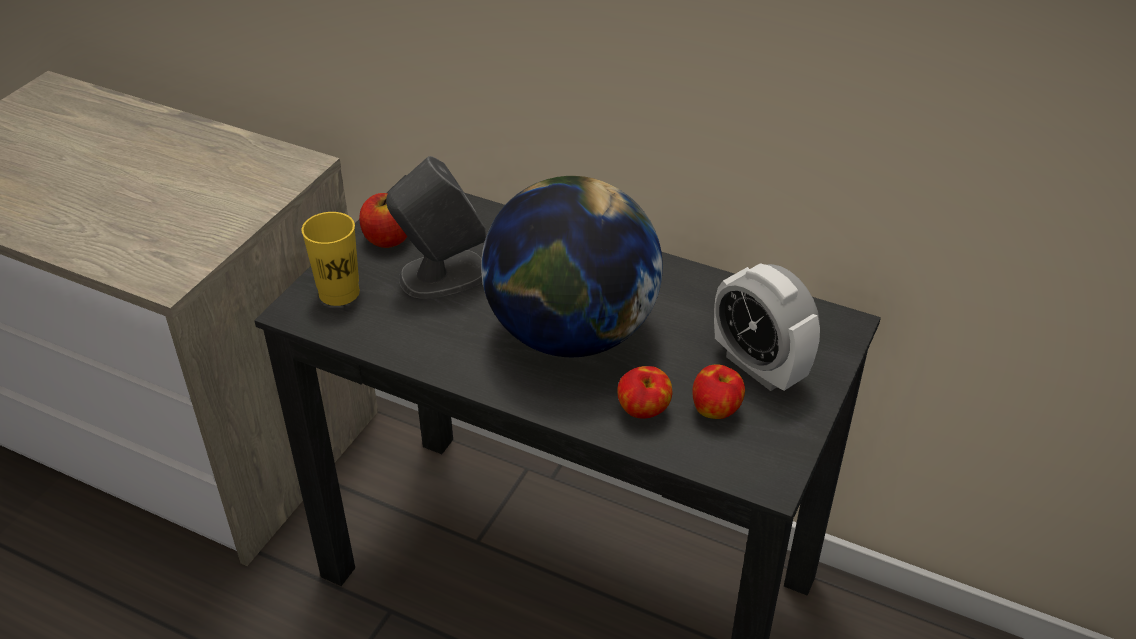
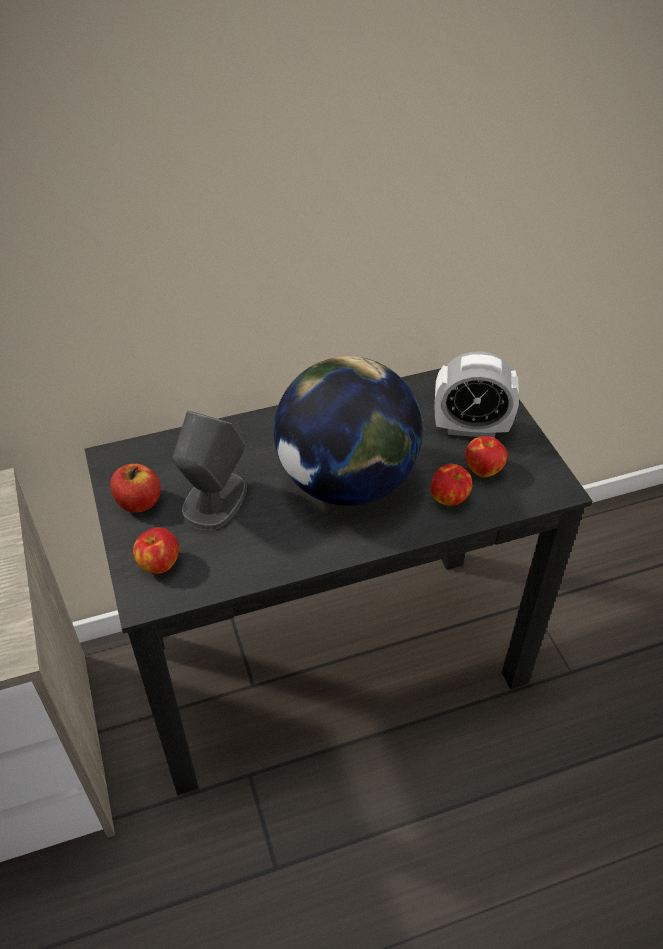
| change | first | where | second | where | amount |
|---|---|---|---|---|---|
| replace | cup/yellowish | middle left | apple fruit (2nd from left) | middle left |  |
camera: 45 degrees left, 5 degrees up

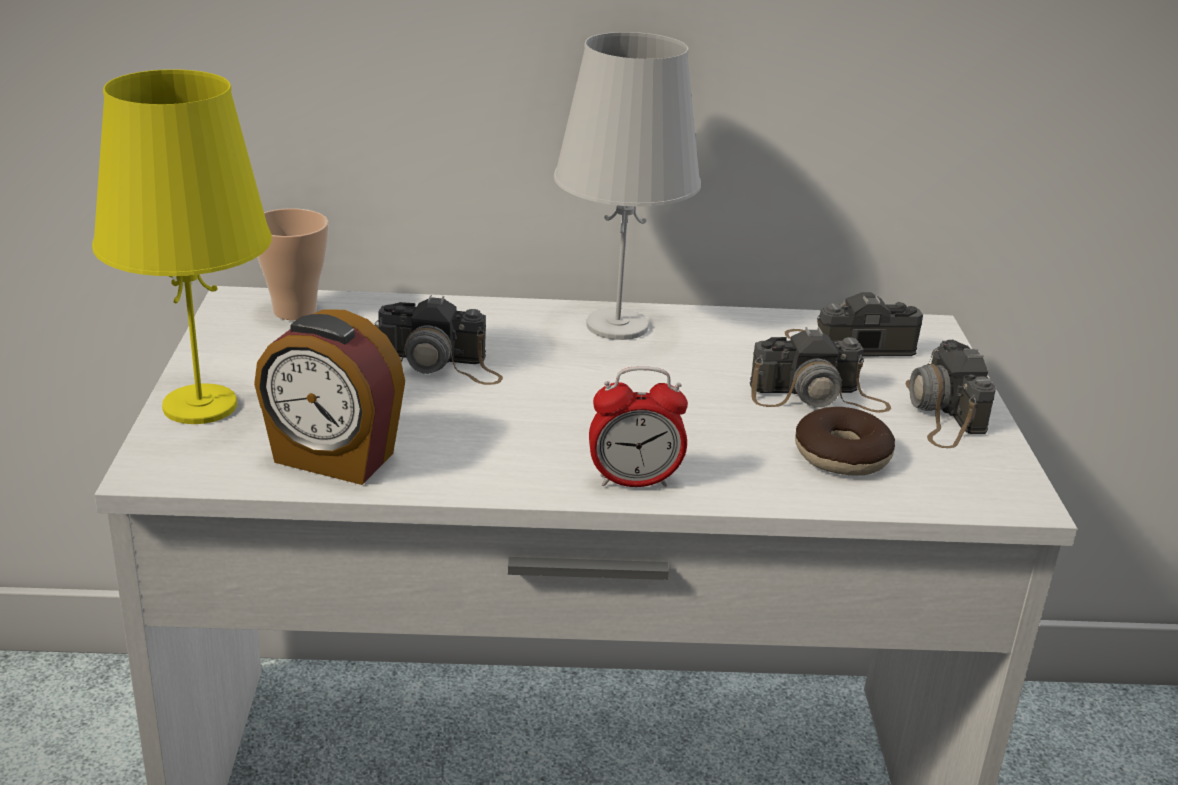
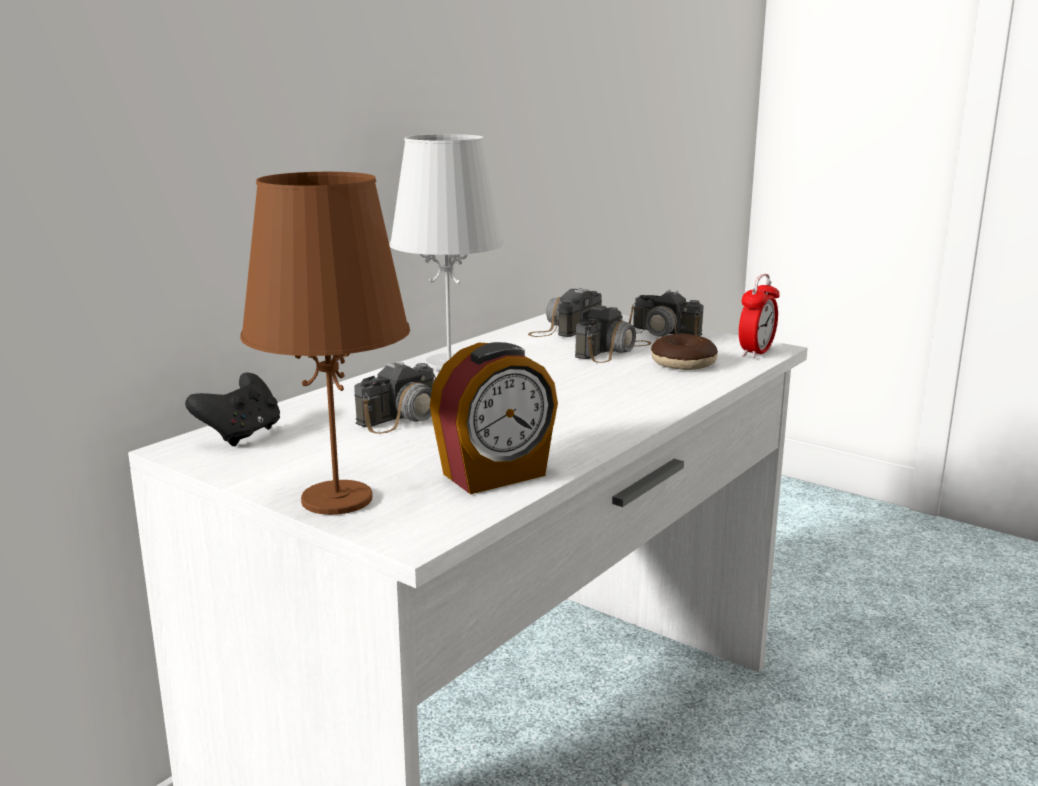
| change | first | where | second | where | amount |
|---|---|---|---|---|---|
| replace | cup | middle left | game controller/blackish | middle left |  |
| recolor | lamp for a table/yellowish | top left | lamp for a table/brown-coloured | middle left |  |
| move | bedside clock (2nd from left) | centre |  | middle right |  |
camera: 50 degrees left, 10 degrees down

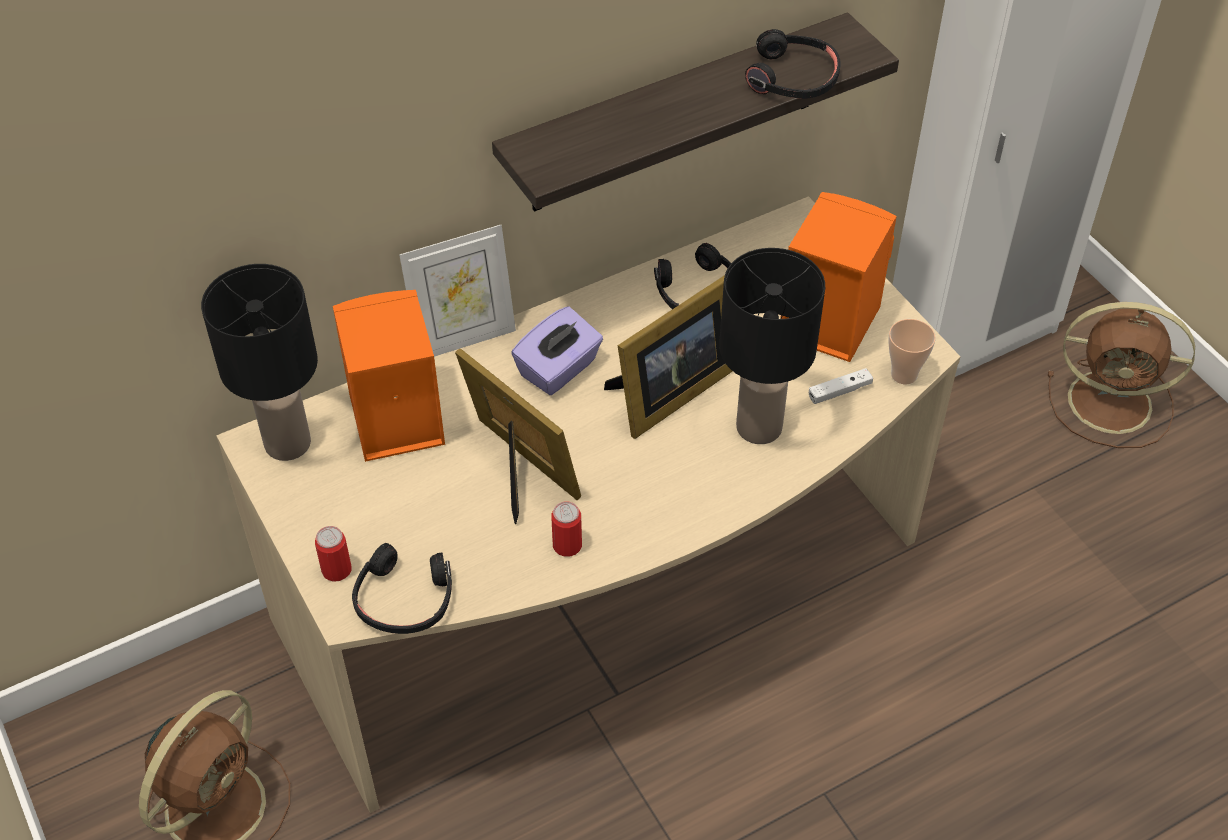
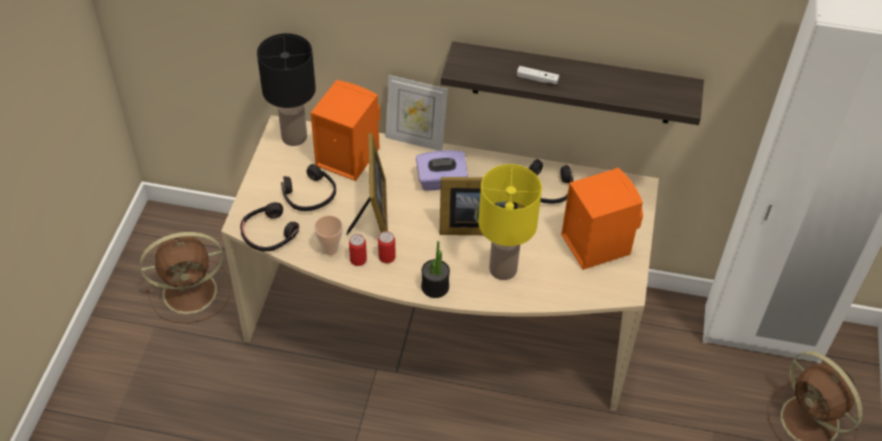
| change | first | where | second | where | amount |
|---|---|---|---|---|---|
| move | headphones/blackish (3rd from left in the first image) | top centre | headphones/blackish (2nd from left) | centre |  |
| move | cup | middle right |  | centre |  |
| move | can (1st from left in the first image) | middle left | can (2nd from left) | centre |  |
| insert |  |  | potted plant | centre |  |
| recolor | lamp for a table/blackish (2nd from left) | centre | lamp for a table/yellowish | centre |  |
| move | game controller/white-coloured | middle right |  | top centre |  |
camera: 40 degrees right, 0 degrees up

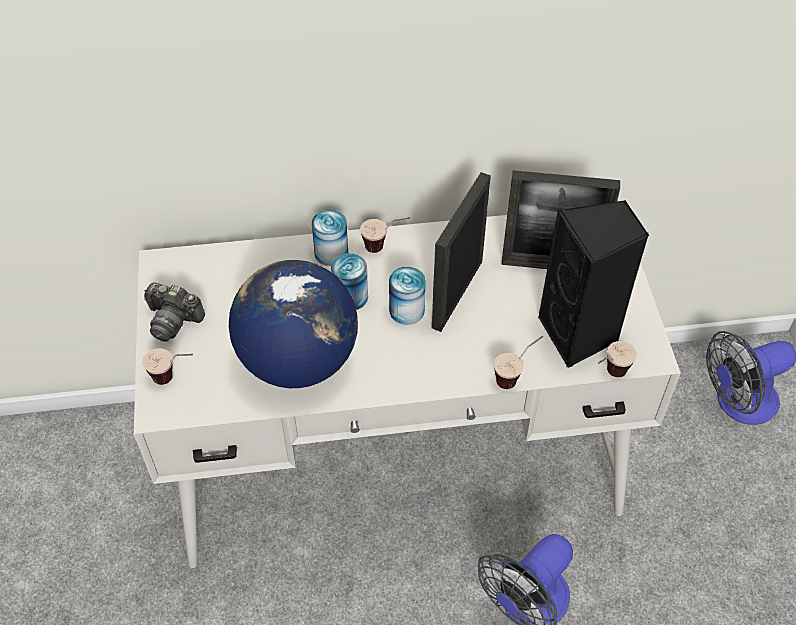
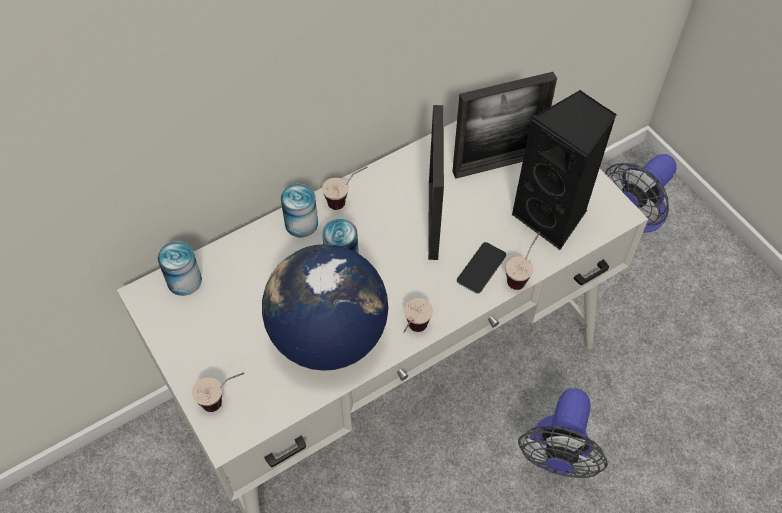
| change | first | where | second | where | amount |
|---|---|---|---|---|---|
| move | can (3rd from left in the first image) | centre | can (1st from left) | middle left |  |
| move | cup (4th from left in the first image) | middle right | cup (3rd from left) | centre |  |
| insert |  |  | handset | centre |  |
| delete | still camera | middle left |  |  |  |
camera: 25 degrees left, 5 degrees up

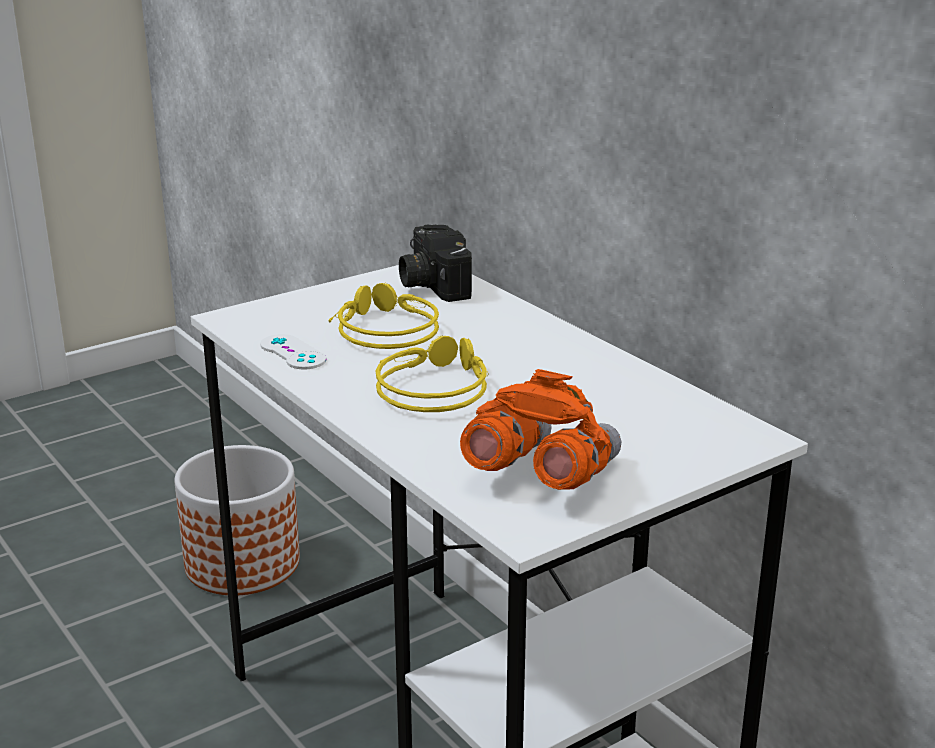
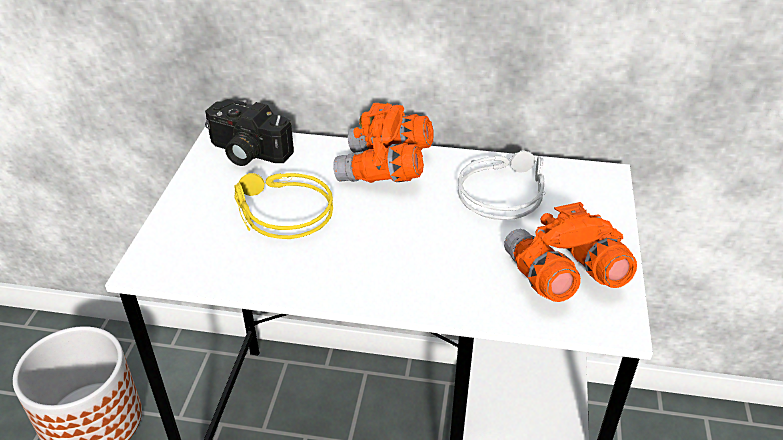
| change | first | where | second | where | amount |
|---|---|---|---|---|---|
| insert |  |  | pair of binoculars/orangey (1st from left) | top centre |  |
| insert |  |  | headphones/grey | centre |  |
| delete | game controller/white-coloured | middle left |  |  |  |
| delete | headphones/yellowish (2nd from left) | centre |  |  |  |
camera: 45 degrees left, 15 degrees up

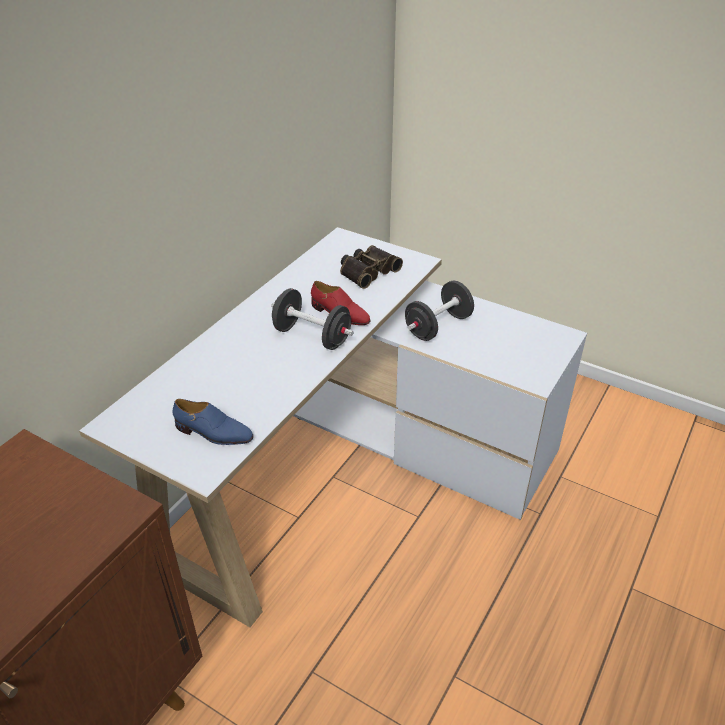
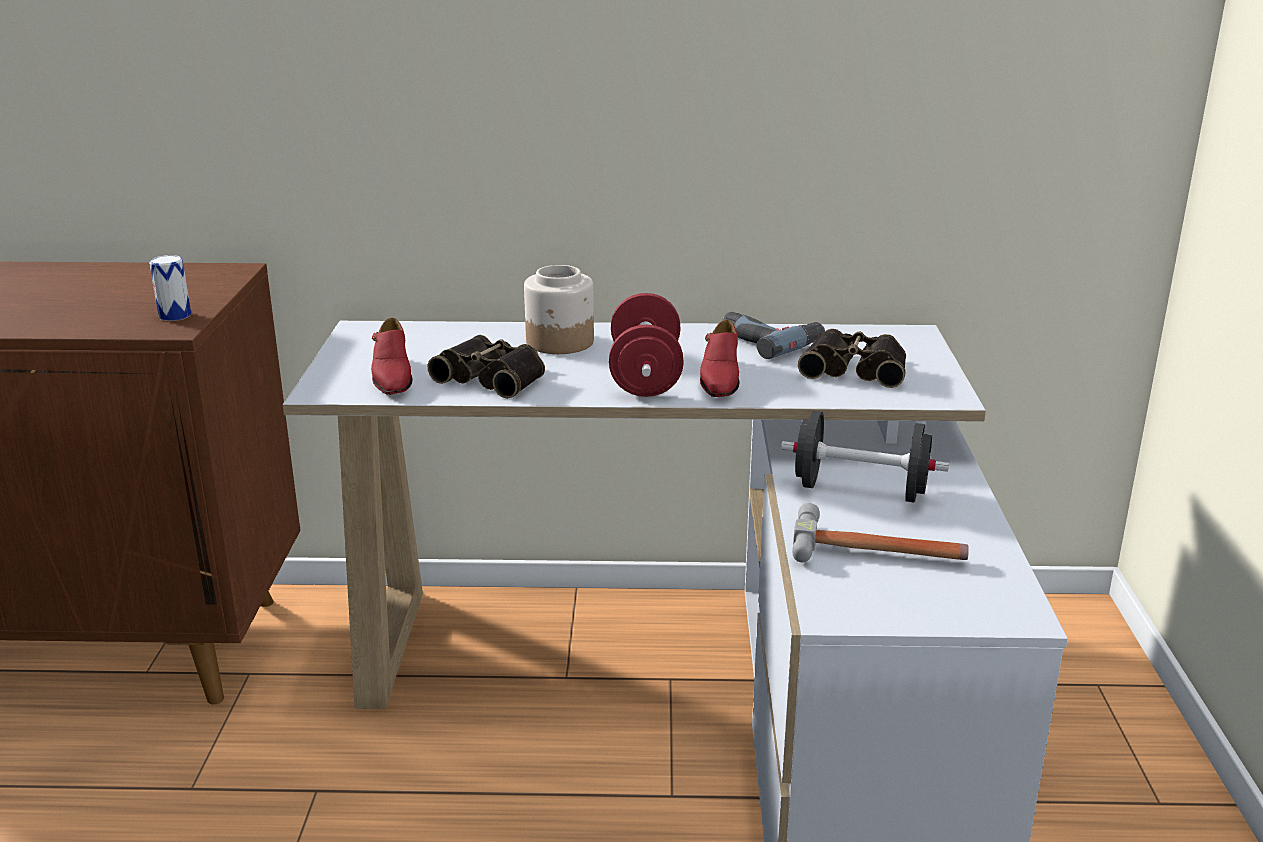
| change | first | where | second | where | amount |
|---|---|---|---|---|---|
| insert |  |  | can | middle left |  |
| recolor | low shoe/bluish | middle left | low shoe/red (1st from left) | middle left |  |
| insert |  |  | pair of binoculars (1st from left) | centre |  |
| insert |  |  | jar | centre |  |
| recolor | hand weight/blackish (1st from left) | centre | hand weight/red | centre |  |
| insert |  |  | power drill | centre |  |
| insert |  |  | hand hammer | middle right |  |
camera: 60 degrees right, 15 degrees down

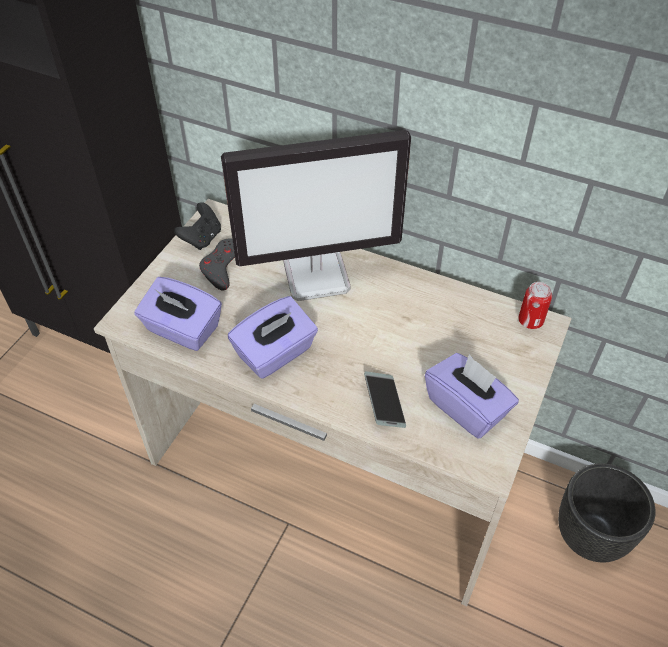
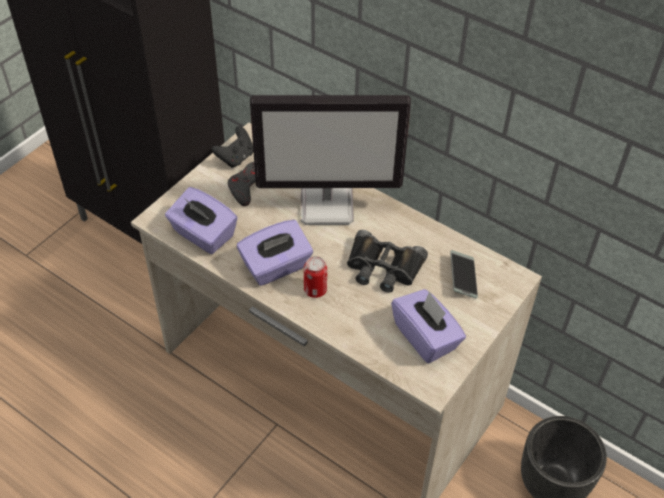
| change | first | where | second | where | amount |
|---|---|---|---|---|---|
| move | can | middle right |  | centre |  |
| insert |  |  | pair of binoculars/blackish | centre |  |
| move | handset | centre |  | middle right |  |
camera: 10 degrees right, 0 degrees up

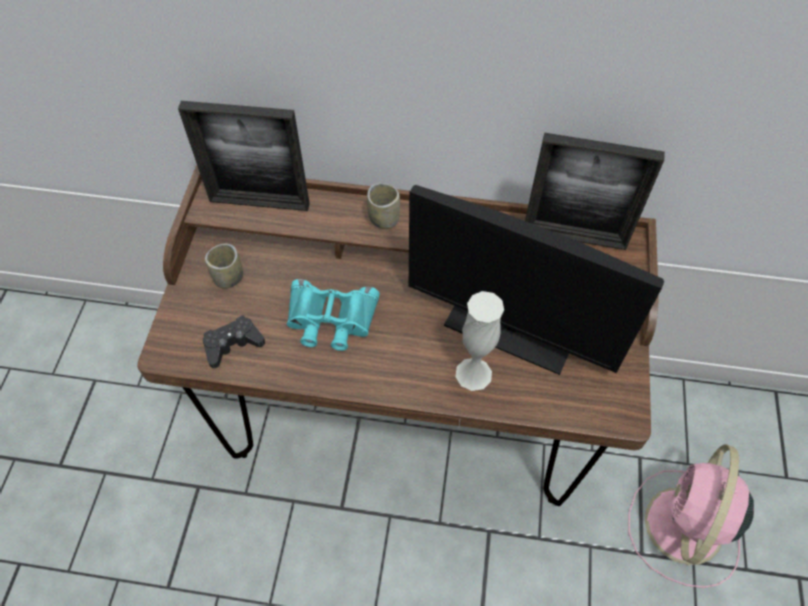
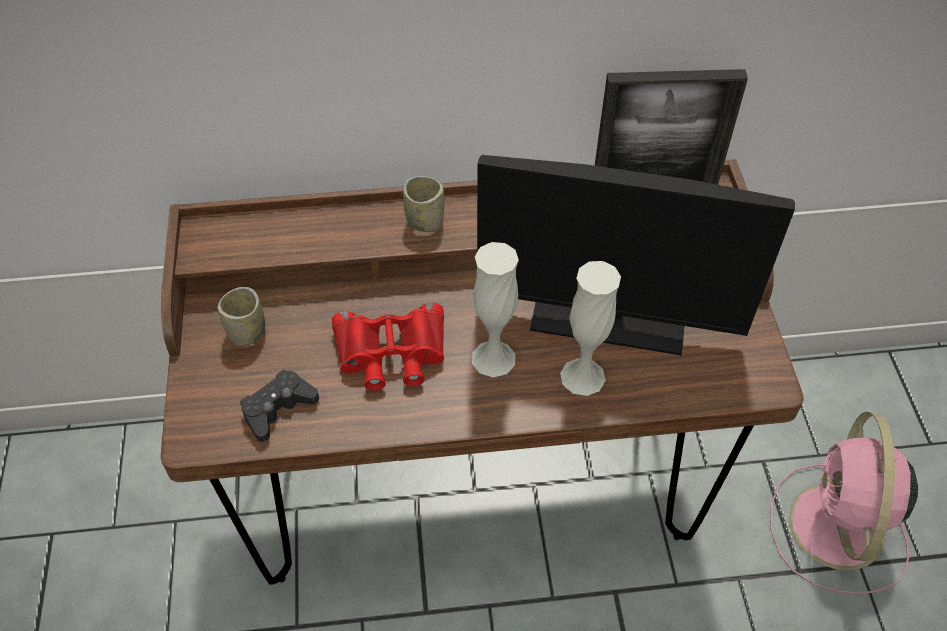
| change | first | where | second | where | amount |
|---|---|---|---|---|---|
| recolor | pair of binoculars/turquoise-coloured | centre | pair of binoculars/red | centre |  |
| insert |  |  | decorative vase/white-coloured (1st from left) | centre |  |
| delete | picture frame (1st from left) | top left |  |  |  |
camera: 15 degrees left, 5 degrees down

